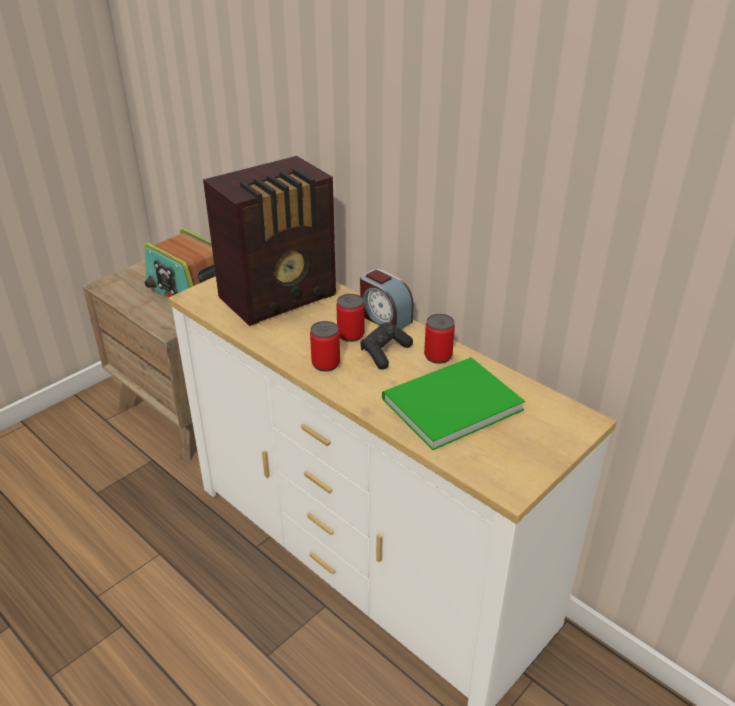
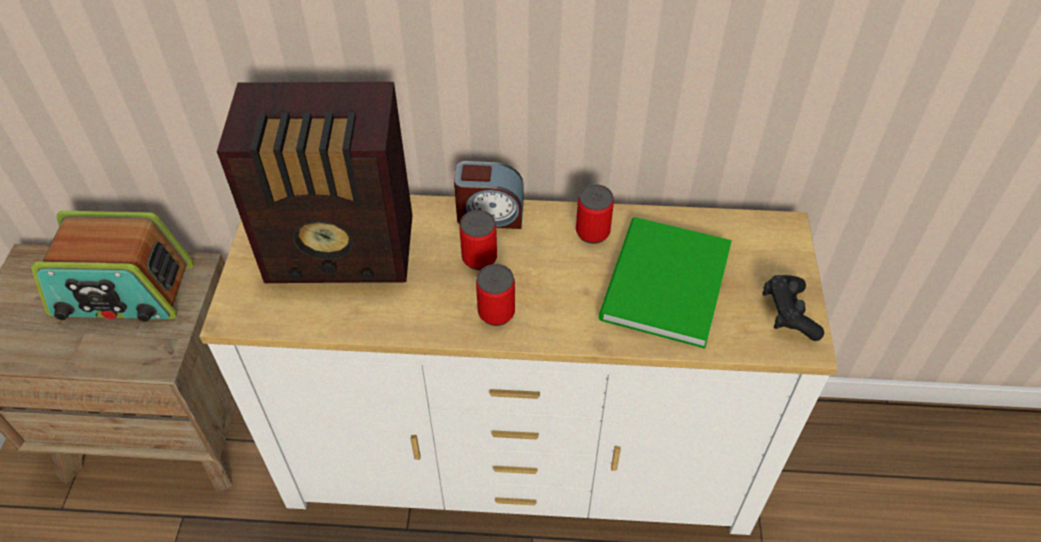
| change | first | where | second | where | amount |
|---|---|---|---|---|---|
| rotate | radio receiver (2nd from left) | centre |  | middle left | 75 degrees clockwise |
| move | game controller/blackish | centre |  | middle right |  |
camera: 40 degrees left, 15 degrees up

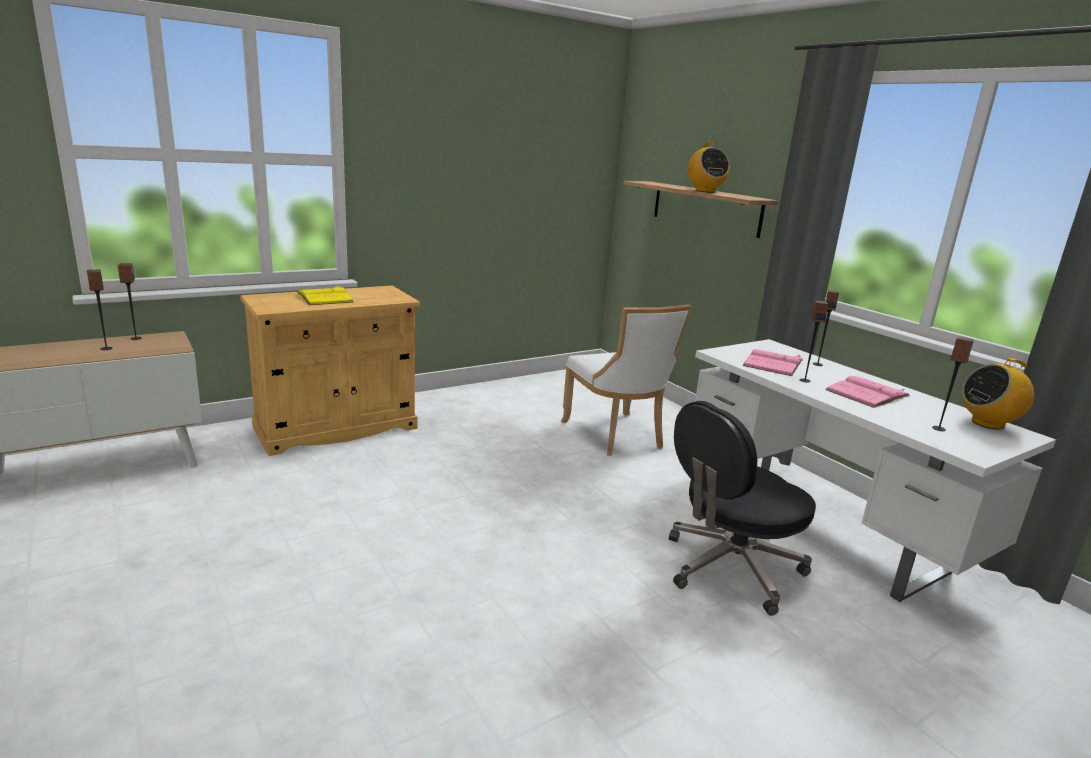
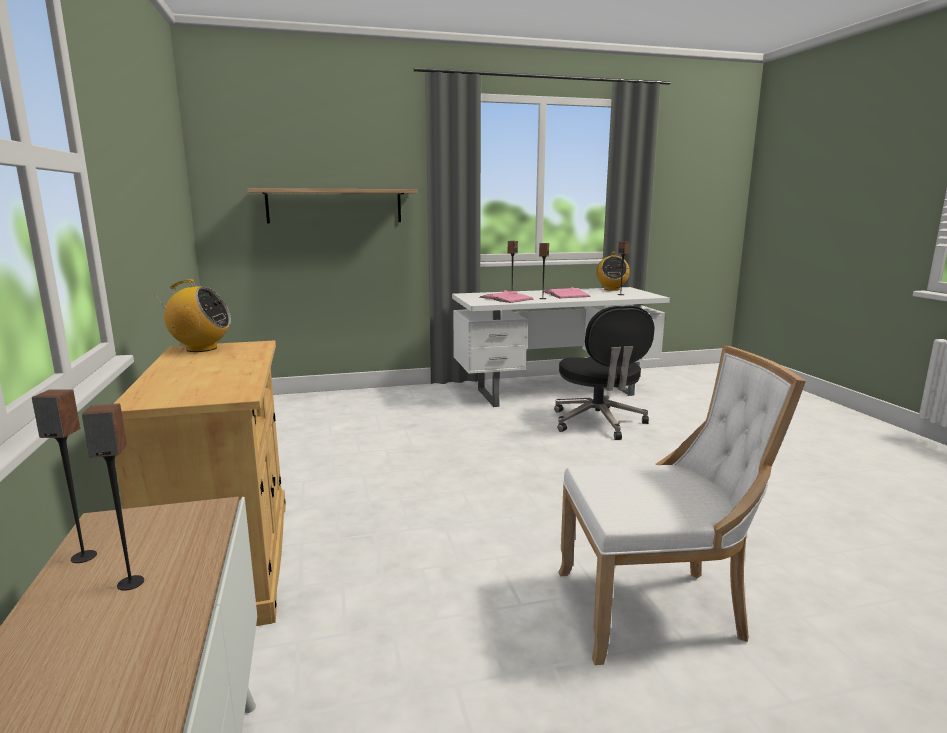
| change | first | where | second | where | amount |
|---|---|---|---|---|---|
| move | radio receiver (1st from left) | top centre |  | middle left |  |
| move | chair/white-coloured | centre |  | bottom right |  |
| delete | volume/yellowish | middle left |  |  |  |
camera: 70 degrees left, 5 degrees down

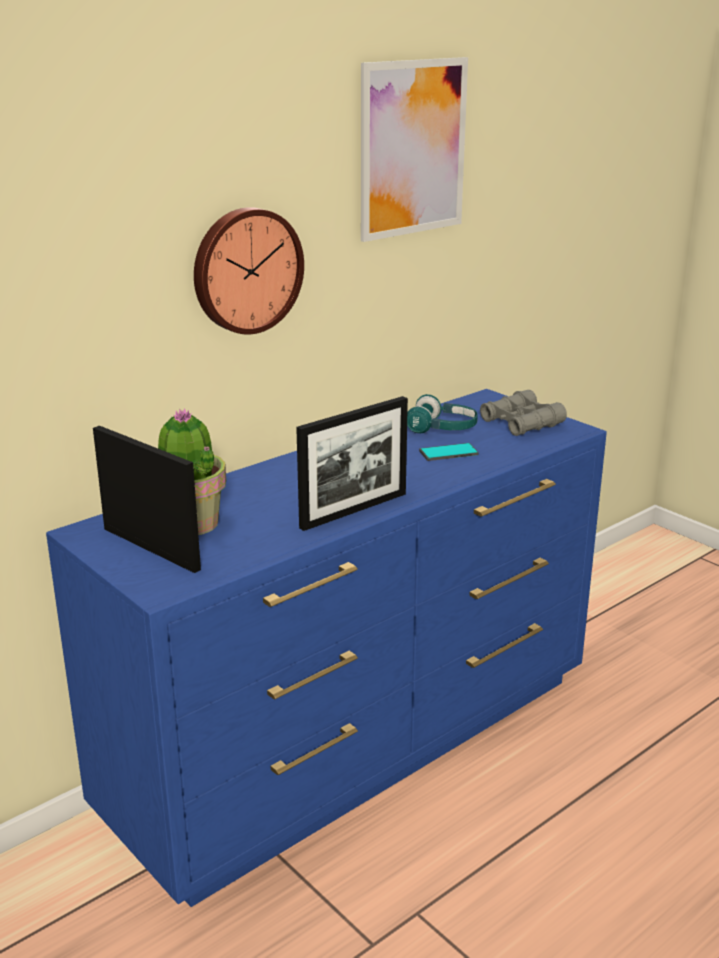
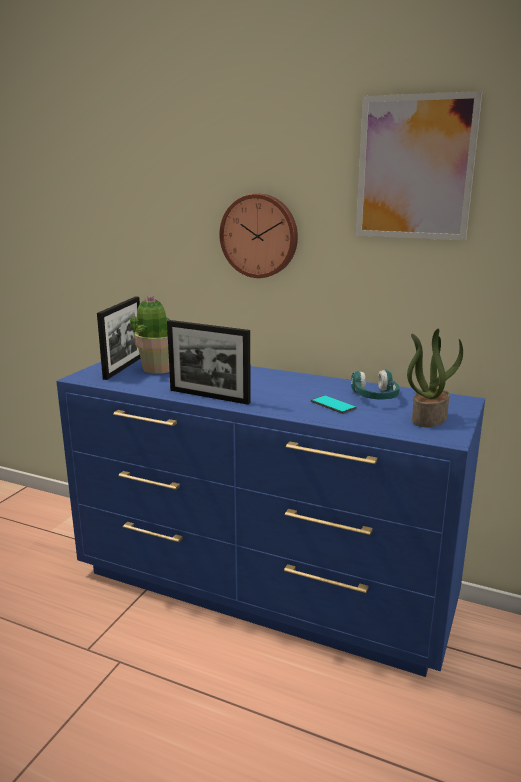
| change | first | where | second | where | amount |
|---|---|---|---|---|---|
| replace | pair of binoculars/grey | middle right | potted plant (2nd from left) | middle right |  |
camera: 65 degrees right, 5 degrees down

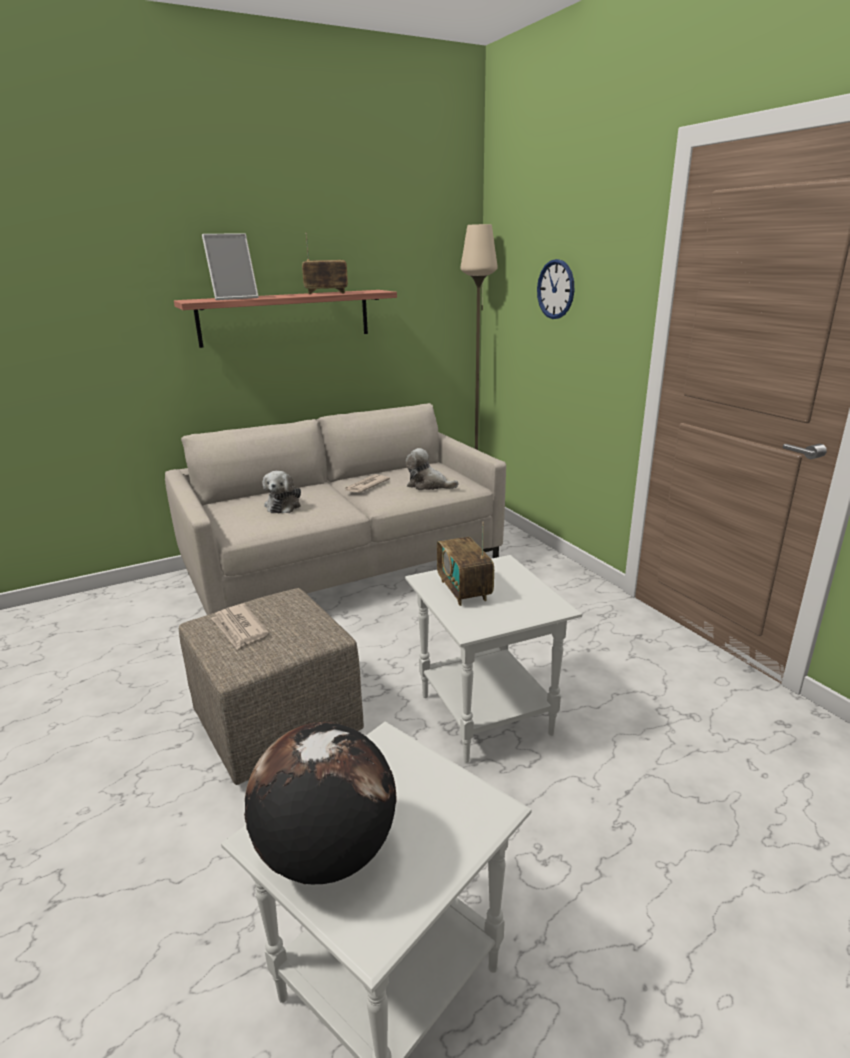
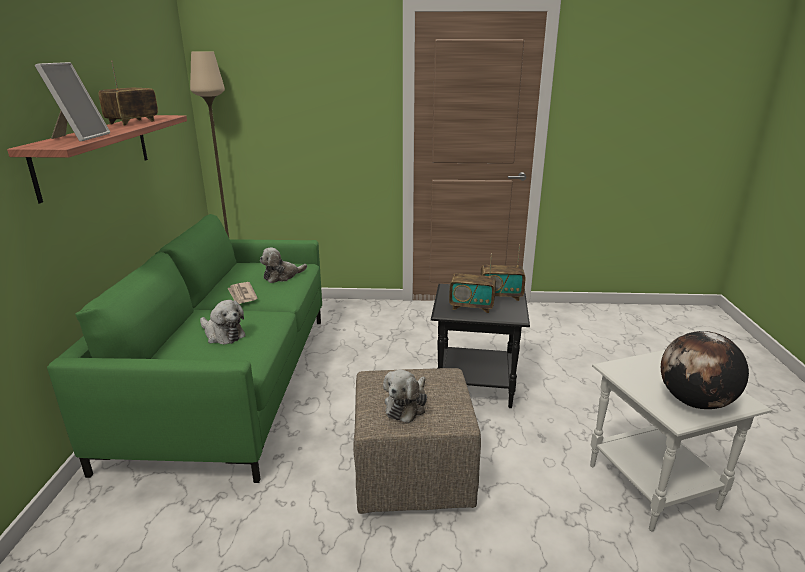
| change | first | where | second | where | amount |
|---|---|---|---|---|---|
| recolor | sofa/beige | centre | sofa/green | middle left |  |
| replace | printed paper (1st from left) | middle left | plush toy (3rd from left) | bottom centre |  |
| recolor | side table/white-coloured (2nd from left) | centre | side table/blackish | centre |  |
| insert |  |  | radio receiver (3rd from left) | centre |  |
| delete | wall clock | top centre |  |  |  |
camera: 60 degrees left, 0 degrees up

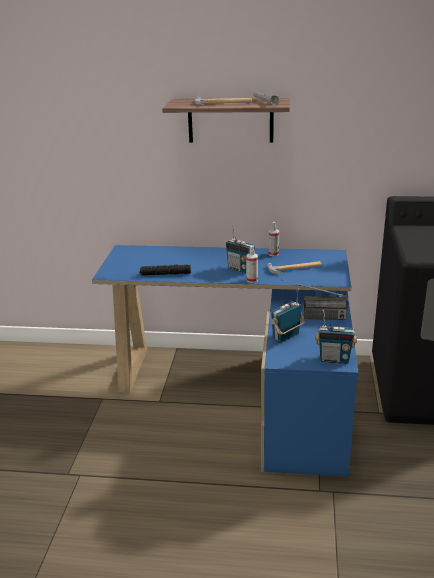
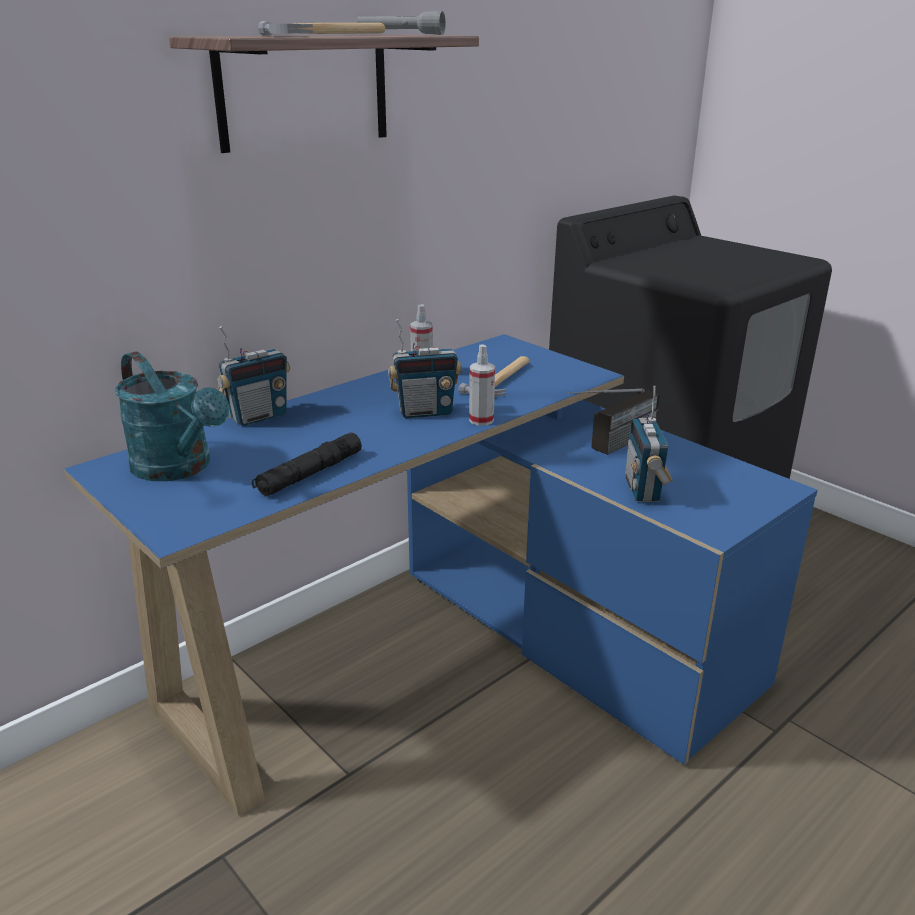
| change | first | where | second | where | amount |
|---|---|---|---|---|---|
| insert |  |  | watering pot/turquoise-coloured | middle left |  |
| move | radio receiver (4th from left in the first image) | middle right | radio receiver (1st from left) | middle left |  |
camera: 50 degrees left, 0 degrees up

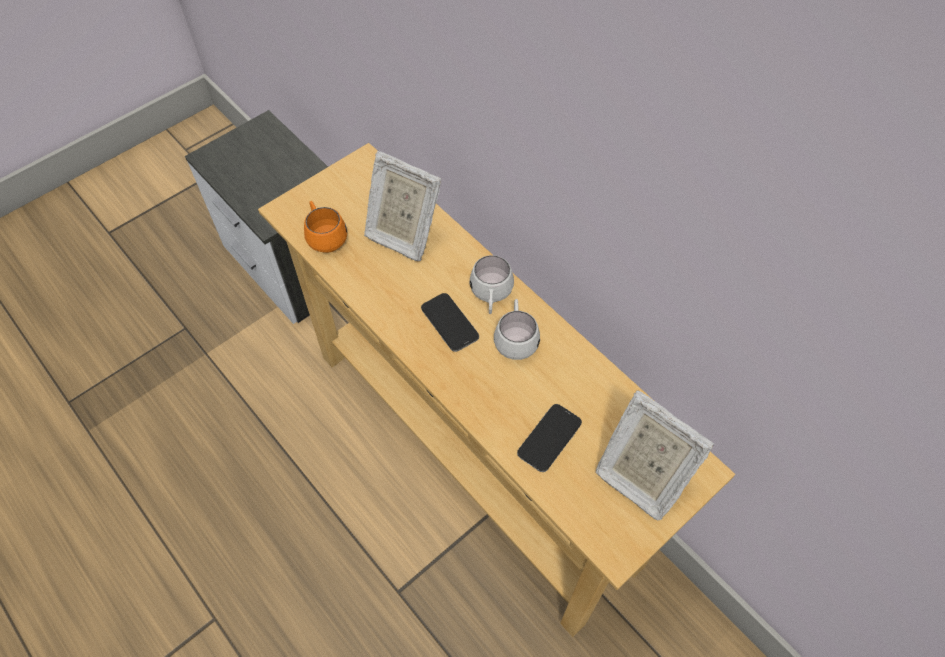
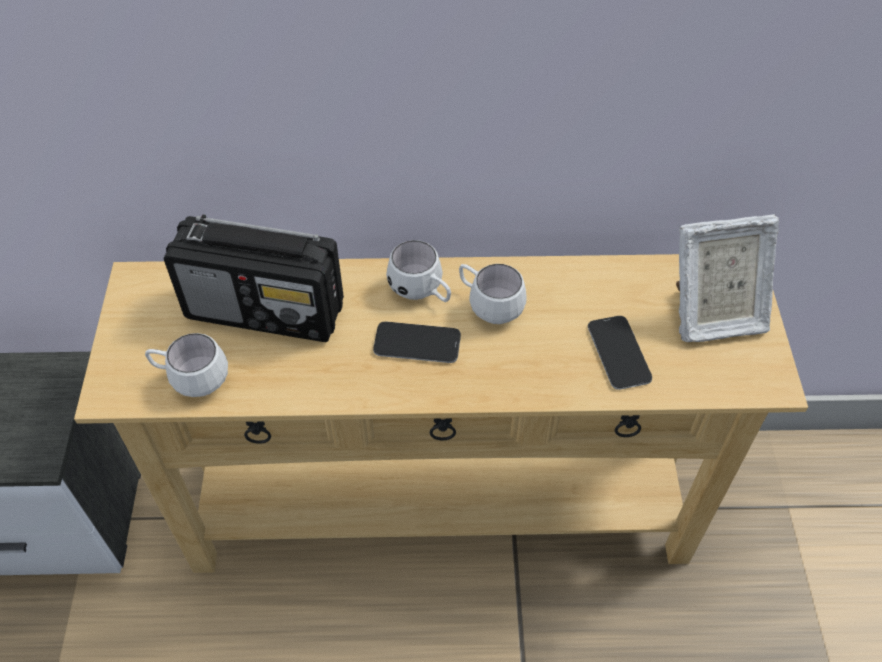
| change | first | where | second | where | amount |
|---|---|---|---|---|---|
| recolor | mug/orangey | centre | mug/white-coloured (1st from left) | middle left |  |
| replace | picture frame (1st from left) | top centre | radio receiver | middle left |  |
camera: 50 degrees left, 5 degrees down

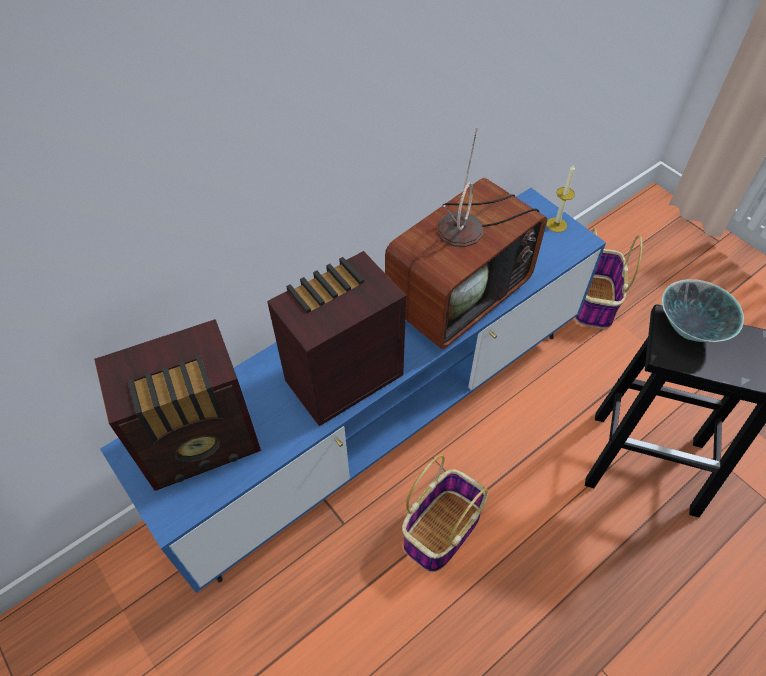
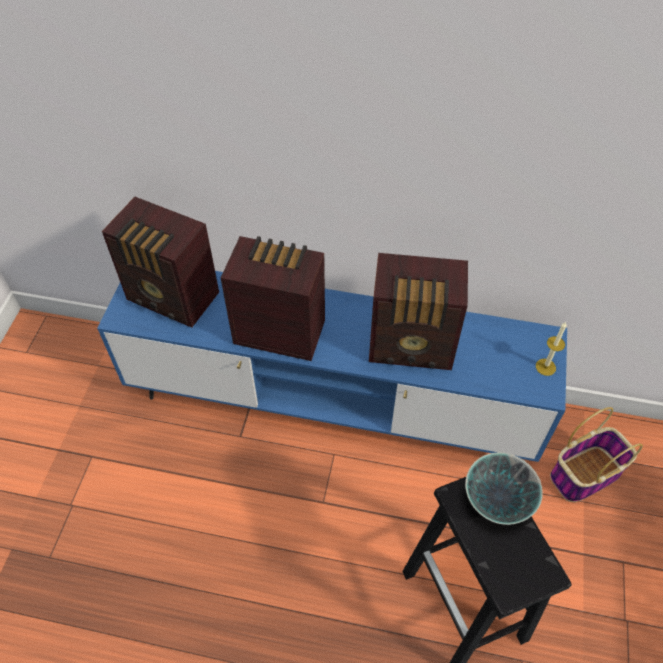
| change | first | where | second | where | amount |
|---|---|---|---|---|---|
| replace | TV | centre | radio receiver (3rd from left) | centre |  |
| delete | basket (1st from left) | bottom centre |  |  |  |
camera: 50 degrees right, 0 degrees up

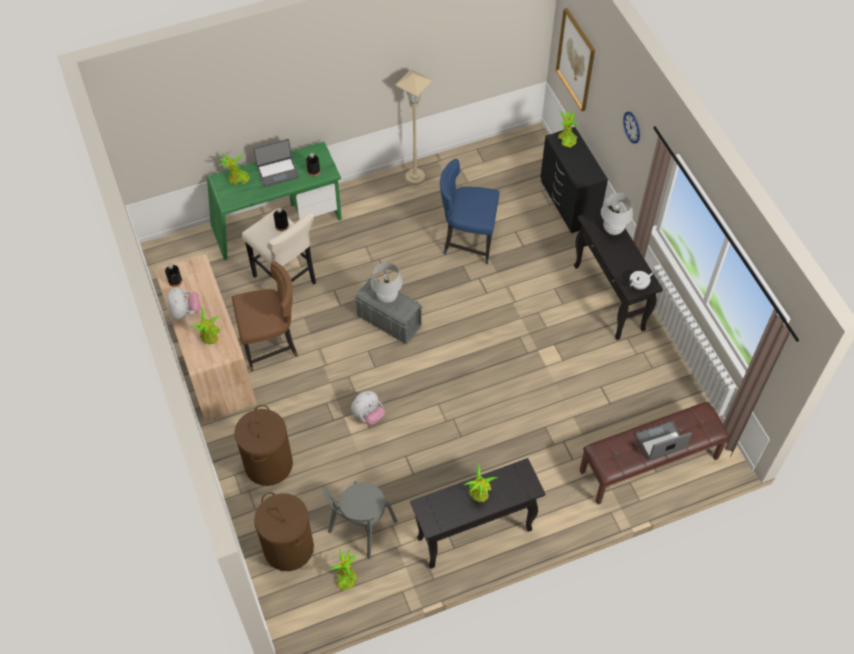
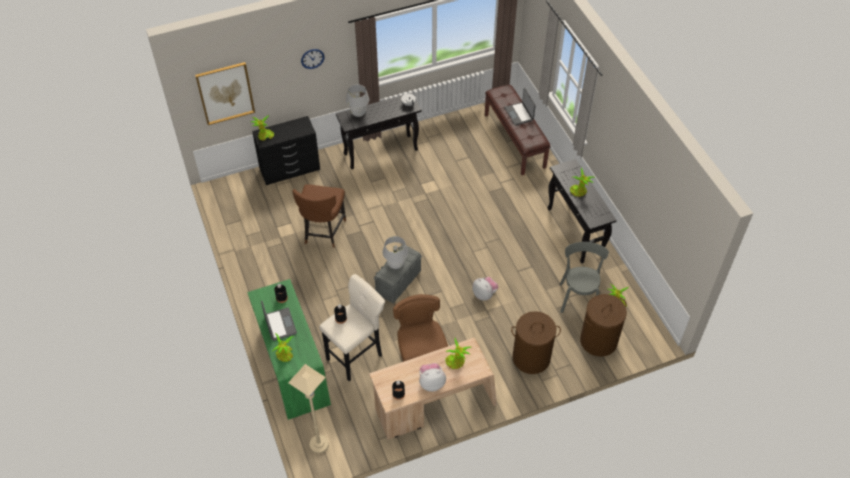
| change | first | where | second | where | amount |
|---|---|---|---|---|---|
| move | floor lamp/beige | top centre |  | bottom centre |  |
| recolor | chair/bluish | top centre | chair/brown-coloured (1st from left) | centre |  |
| rotate | chair/grey | bottom centre |  | middle right | 120 degrees counterclockwise |
camera: 90 degrees left, 5 degrees down

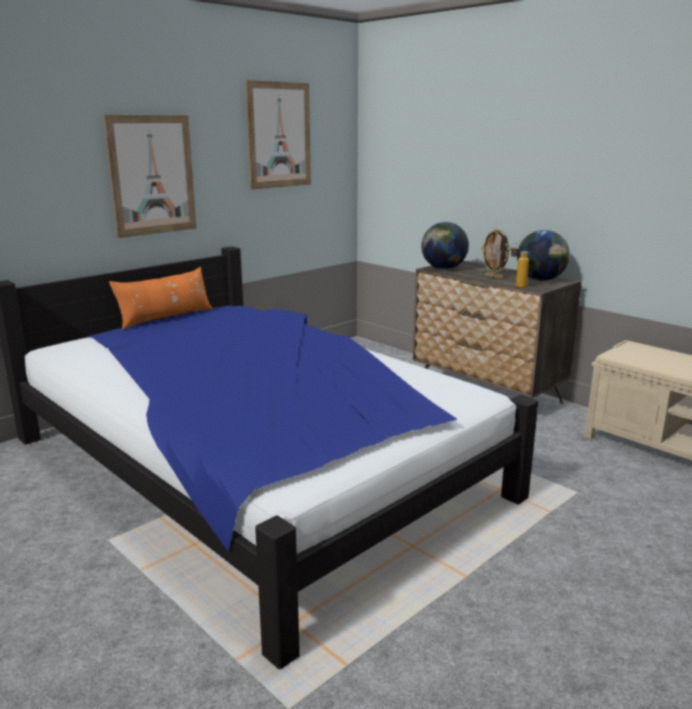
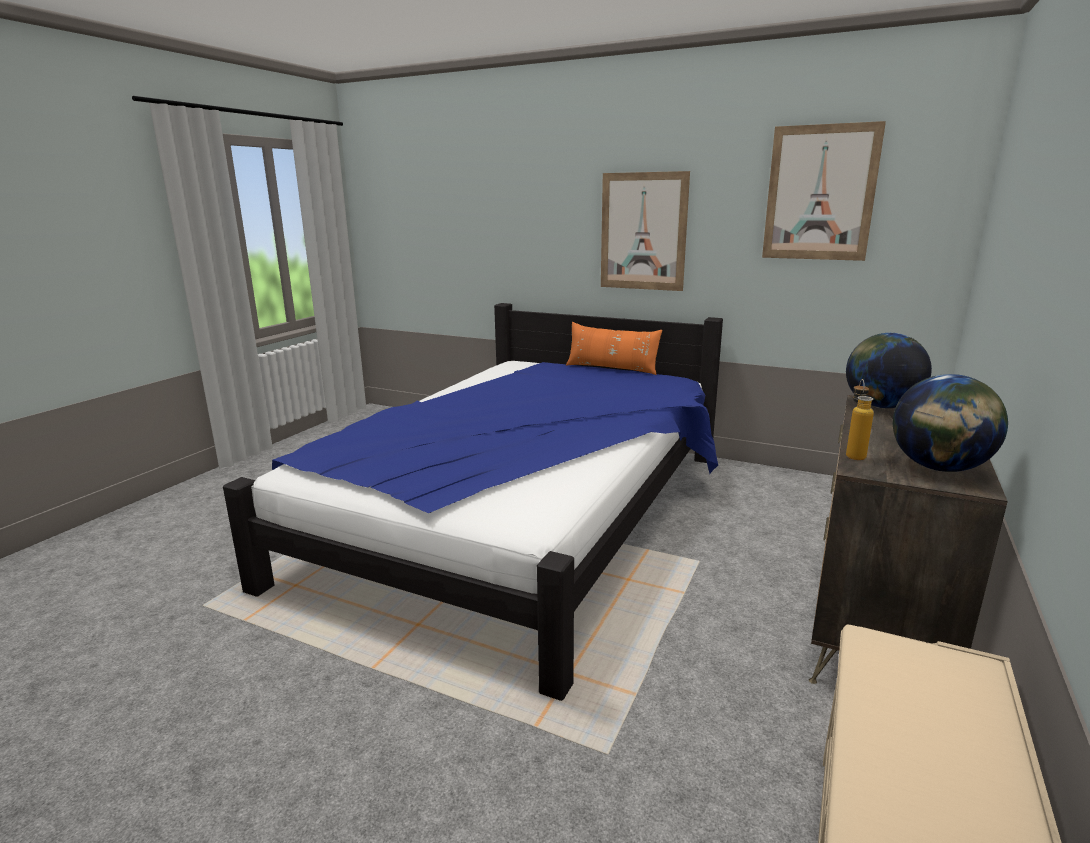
| change | first | where | second | where | amount |
|---|---|---|---|---|---|
| delete | picture frame | middle right |  |  |  |
camera: 70 degrees right, 0 degrees up

